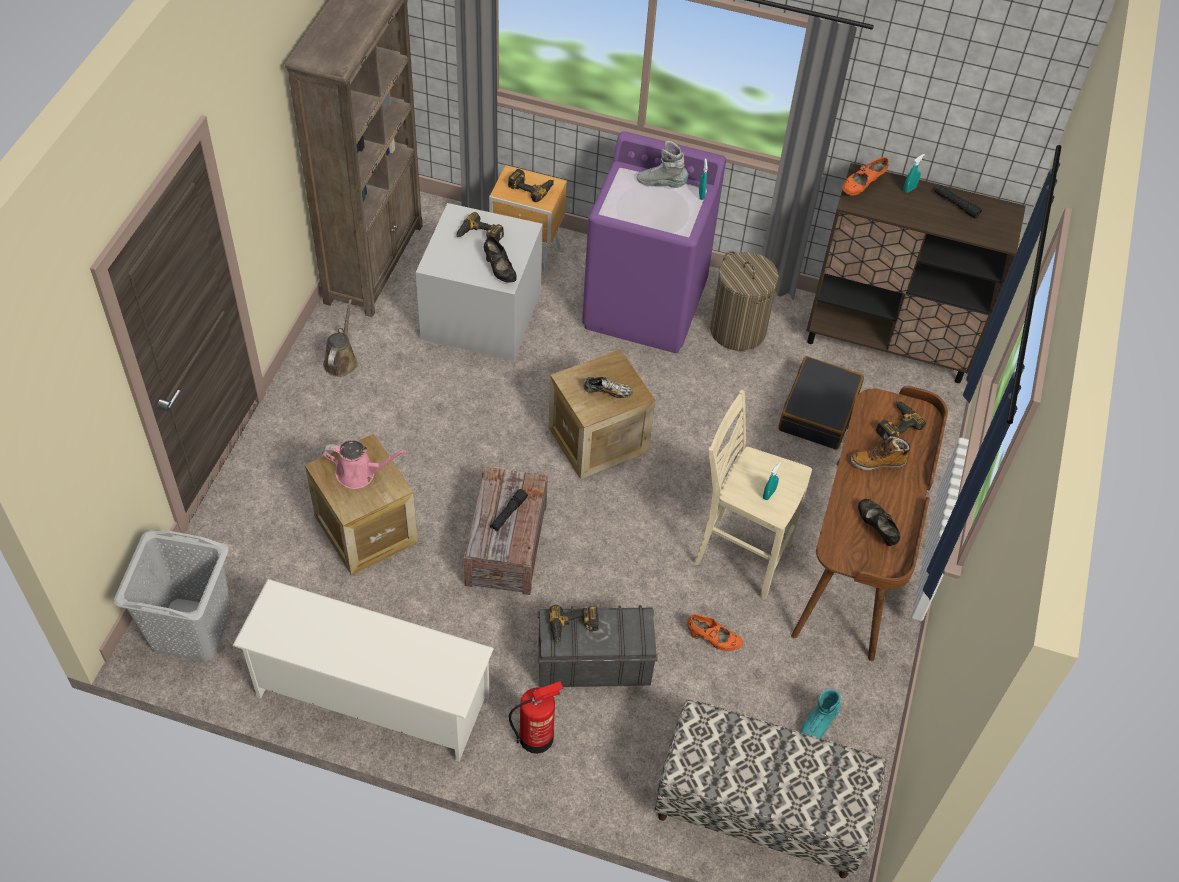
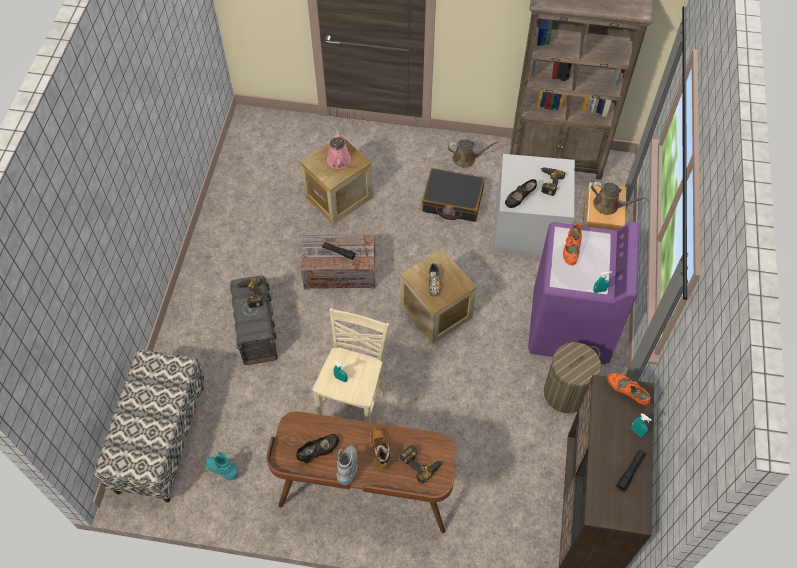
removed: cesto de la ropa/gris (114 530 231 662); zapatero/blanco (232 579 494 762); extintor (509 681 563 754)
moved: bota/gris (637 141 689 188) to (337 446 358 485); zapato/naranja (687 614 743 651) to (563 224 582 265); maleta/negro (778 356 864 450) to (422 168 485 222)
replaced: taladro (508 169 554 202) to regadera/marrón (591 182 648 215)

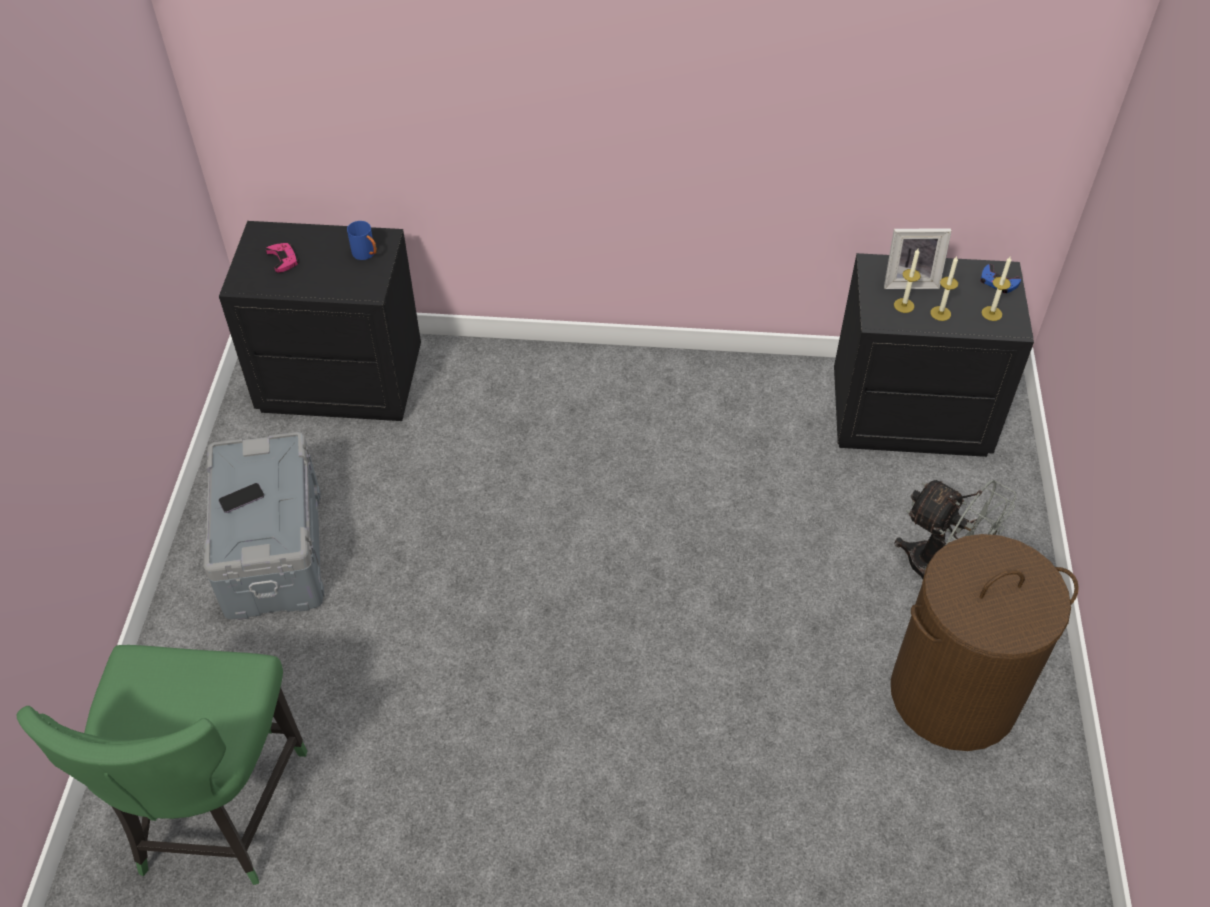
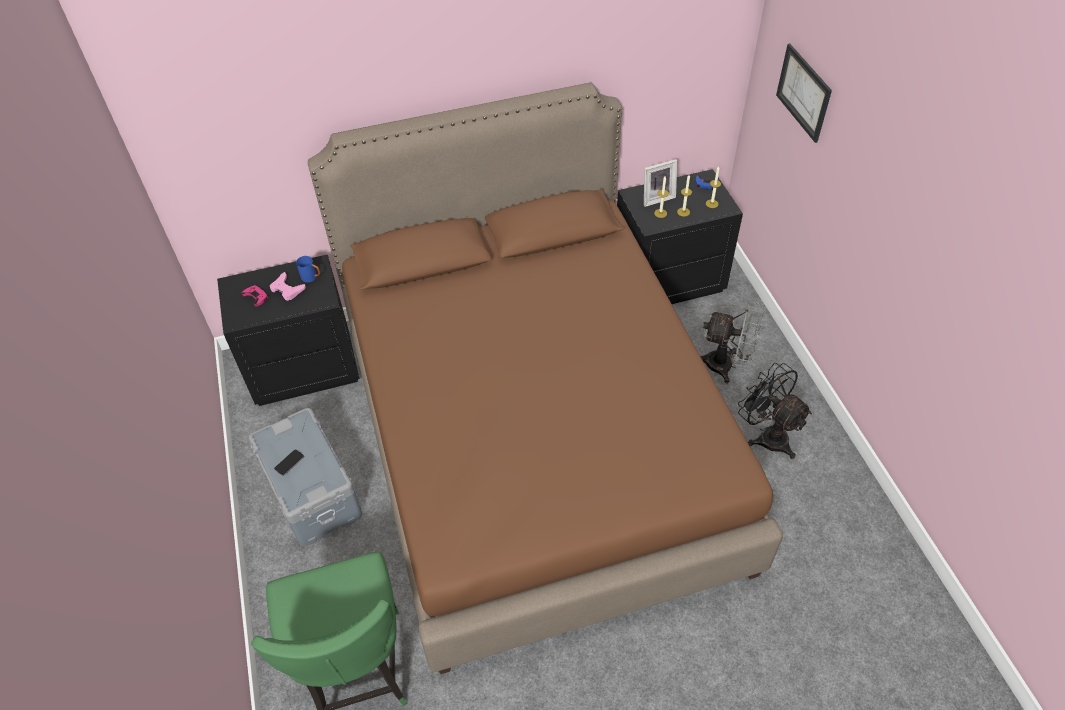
added: mando de consola/rosa (270 272 306 301); cama/marrón (308 83 783 674); cuadro (776 44 832 143)
replaced: cesto de la ropa/marrón (891 534 1079 751) to ventilador/negro (738 363 812 459)

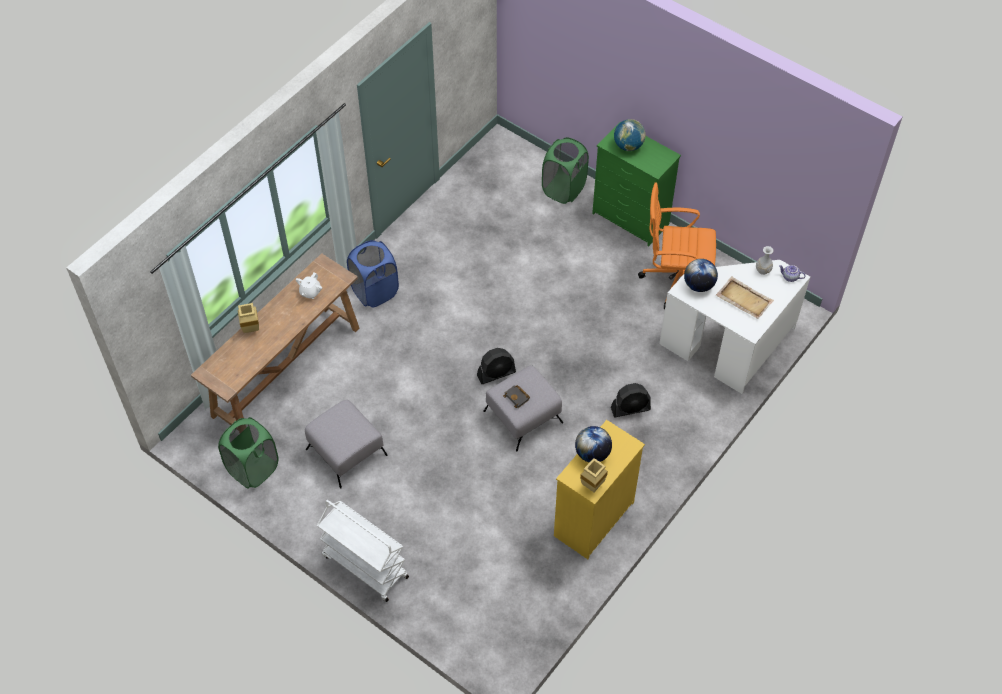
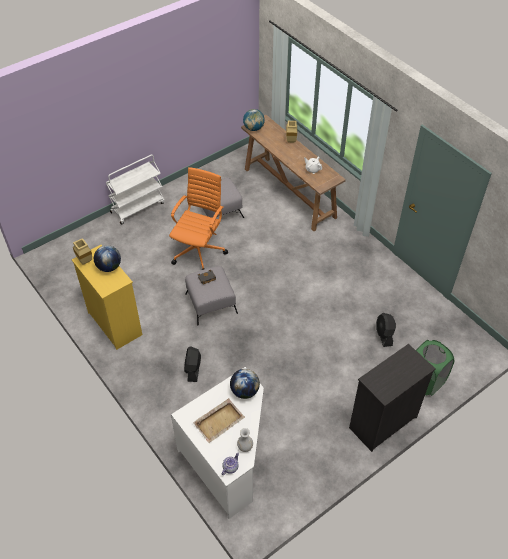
removed: cesto de la ropa/verde (218 417 279 489); cesto de la ropa/azul (347 240 399 307)
moved: ventilador/negro (477 348 516 384) to (376 313 396 347); globo terráqueo (614 119 646 151) to (243 109 265 131); silla de oficina/naranja (638 183 716 309) to (169 167 228 270)
recoloured: cómoda/verde (592 122 681 247) to cómoda/negro (349 344 435 452)

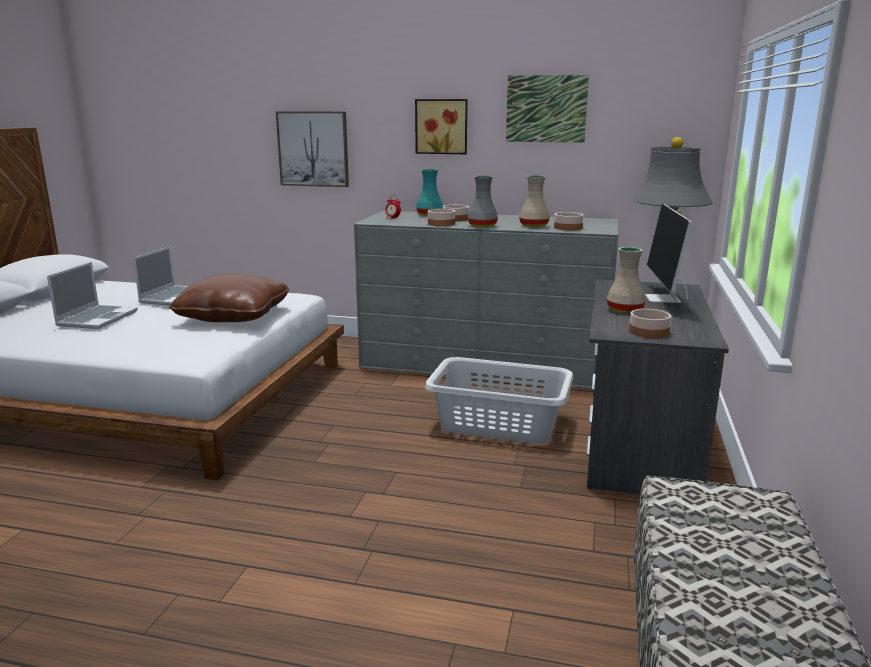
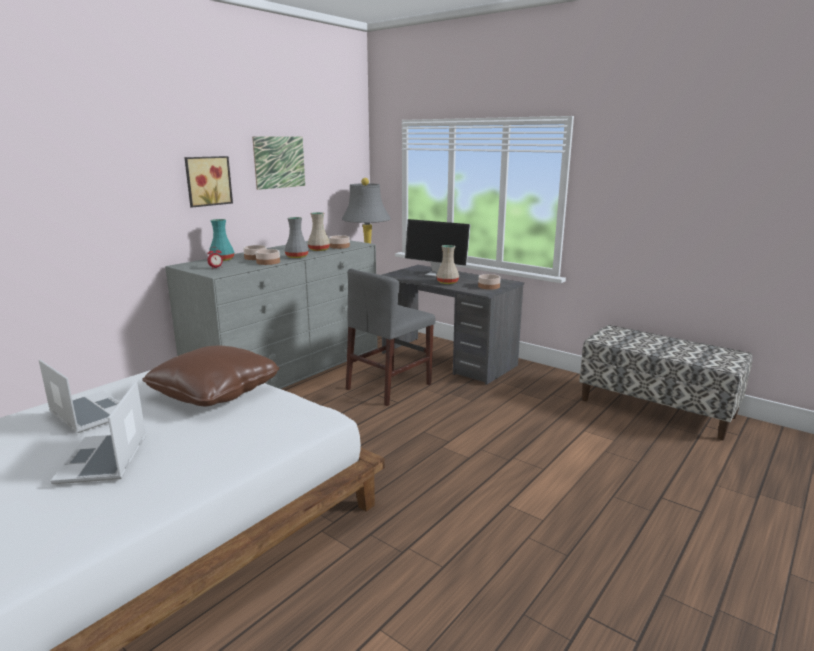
removed: cuadro (276 111 349 187)
replaced: cesto de la ropa/gris (425 357 573 444) to silla/gris (346 268 436 406)
turned: portátil (47 262 138 329) = (50 381 146 484) 135 degrees counterclockwise

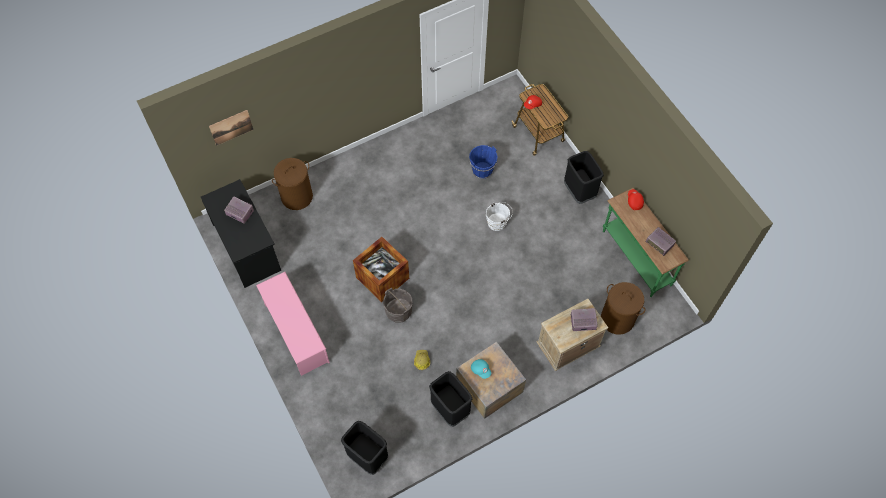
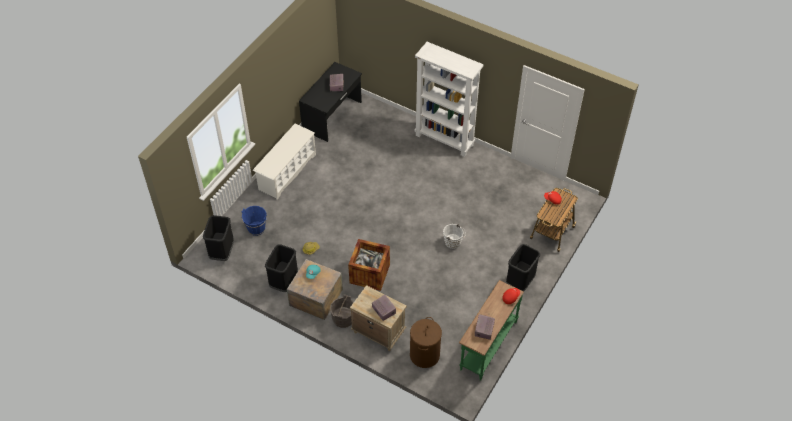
removed: cuadro (209 110 254 146); cesto de la ropa/marrón (272 158 313 210)
added: estantería/blanco (414 42 483 157)
moved: caja de embalaje (353 237 409 302) to (348 239 390 291); cubo/gris (383 288 413 323) to (330 295 354 328); cubo/azul (469 145 497 179) to (242 206 267 236)
recoloured: zapatero/rosa (256 272 330 376) to zapatero/blanco (253 124 316 200)

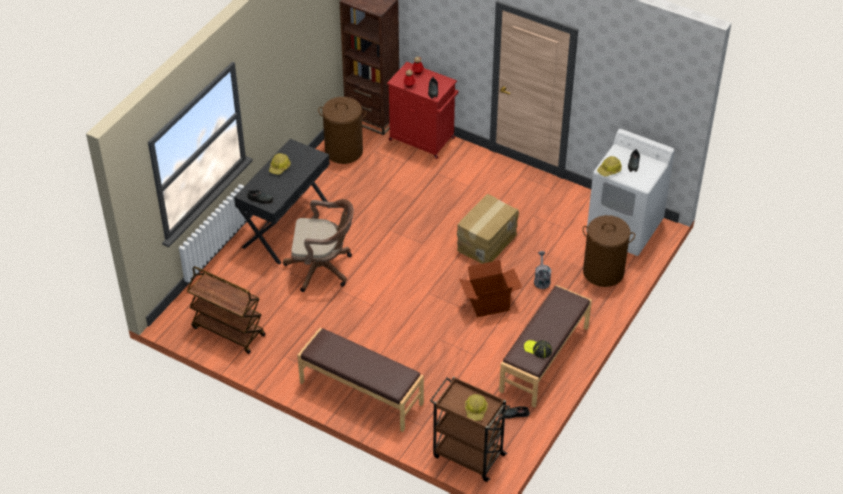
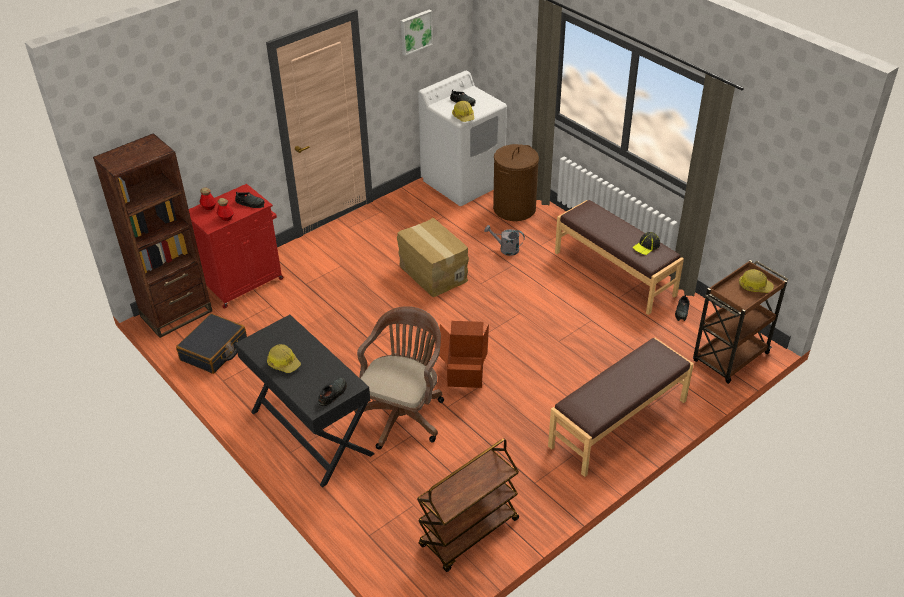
added: cuadro (401 10 433 56)
moved: caja de cartón (459 260 522 317) to (439 321 489 388)
replaced: cesto de la ropa/marrón (318 97 366 164) to maleta/negro (176 313 247 374)

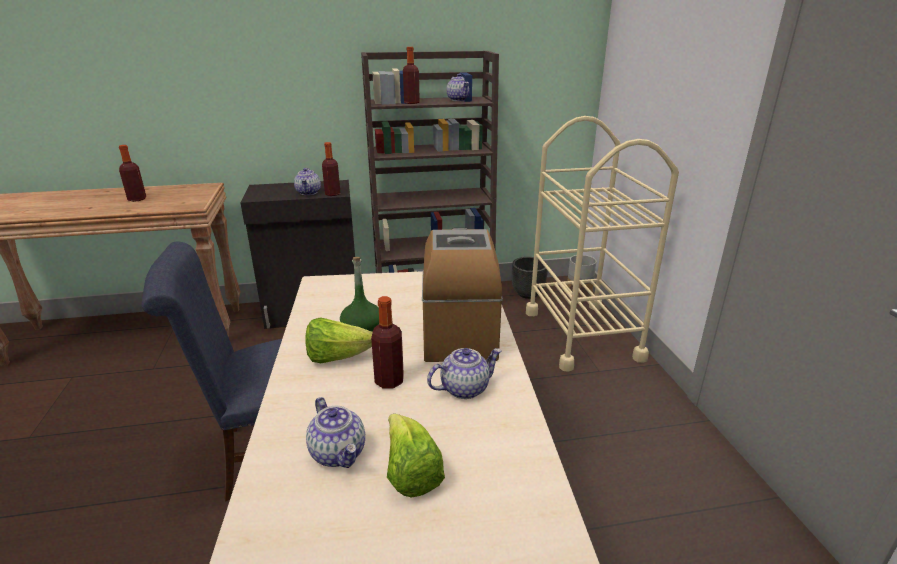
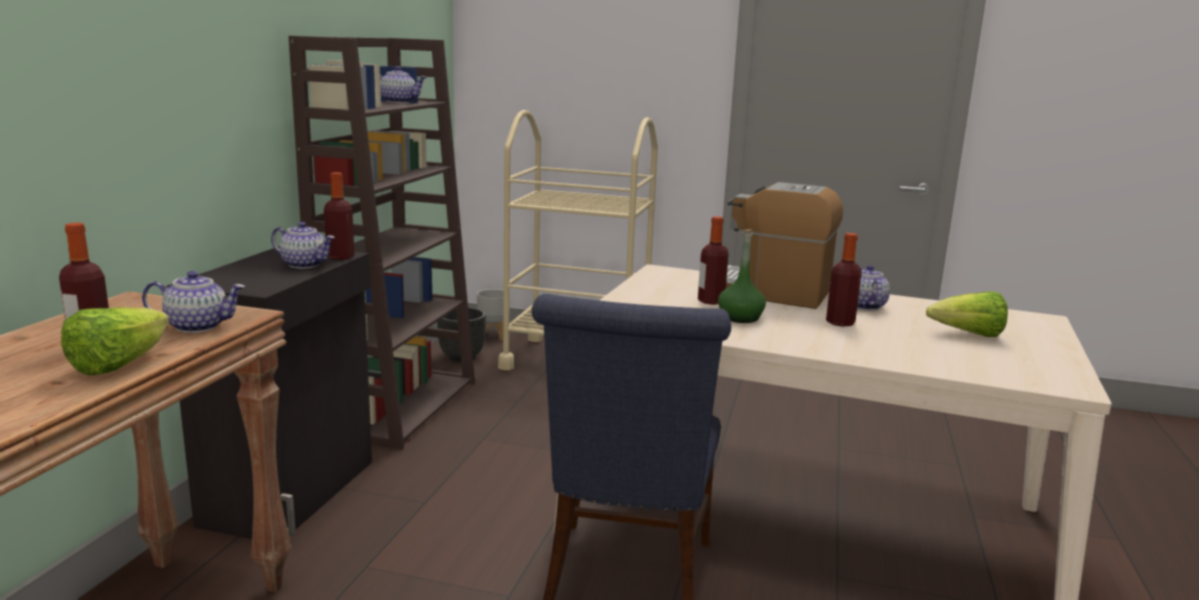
moved: lechuga (305 317 373 363) to (61 307 169 375); tetera (306 397 365 468) to (142 271 245 333); botella (403 47 420 104) to (698 216 729 305)

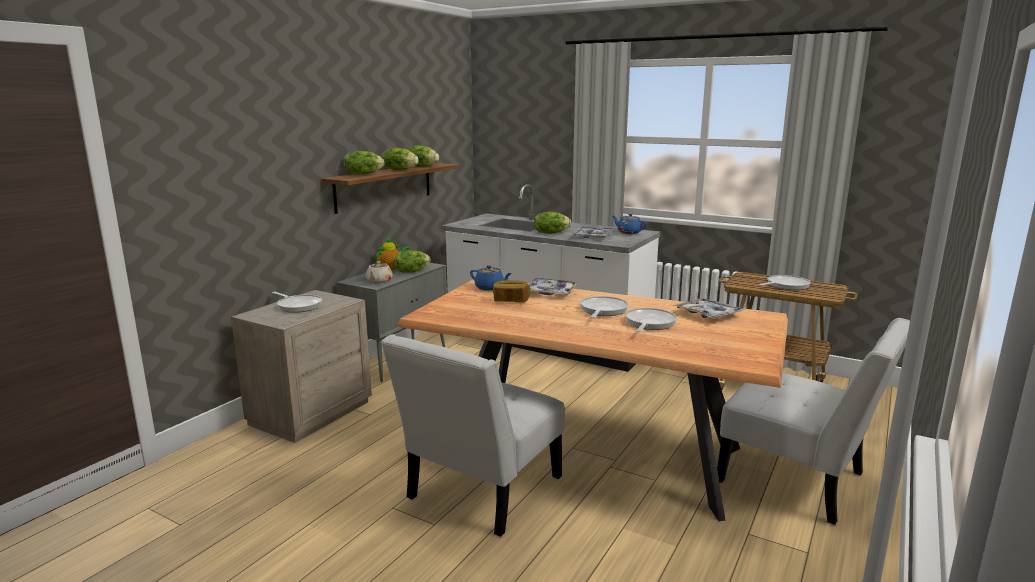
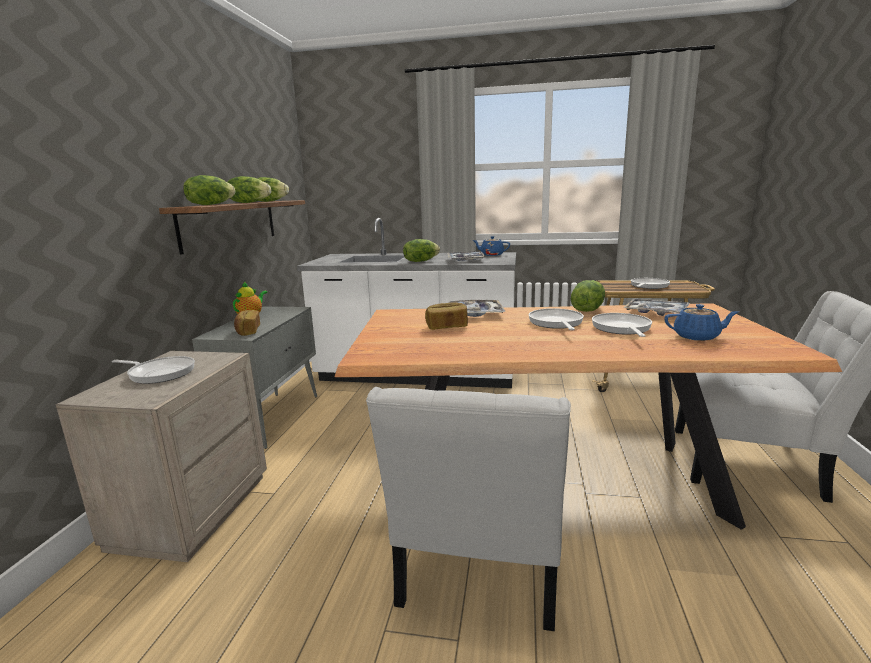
moved: lechuga (394 250 430 273) to (571 280 605 312); tetera/azul (470 265 512 291) to (664 304 739 341)
replaced: tetera/beis (366 261 393 283) to pan (234 310 260 336)

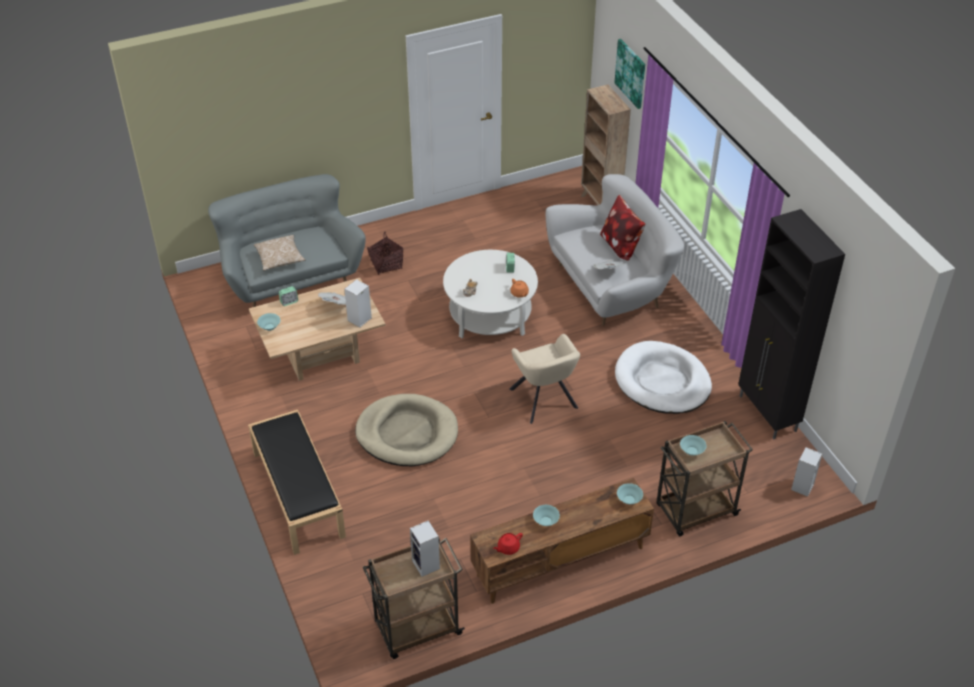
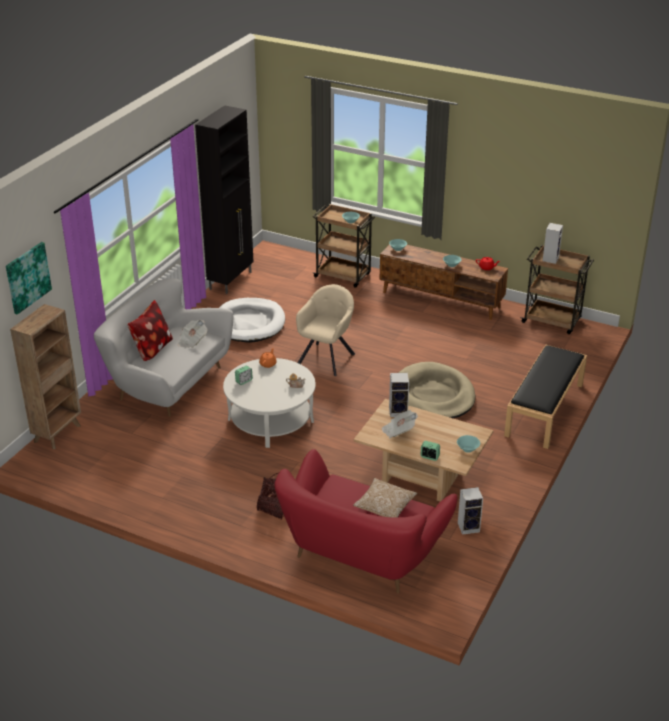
moved: altavoz (791 447 822 497) to (458 487 483 535)
recoloured: sofá/gris (208 174 366 307) to sofá/rojo (274 449 457 594)

